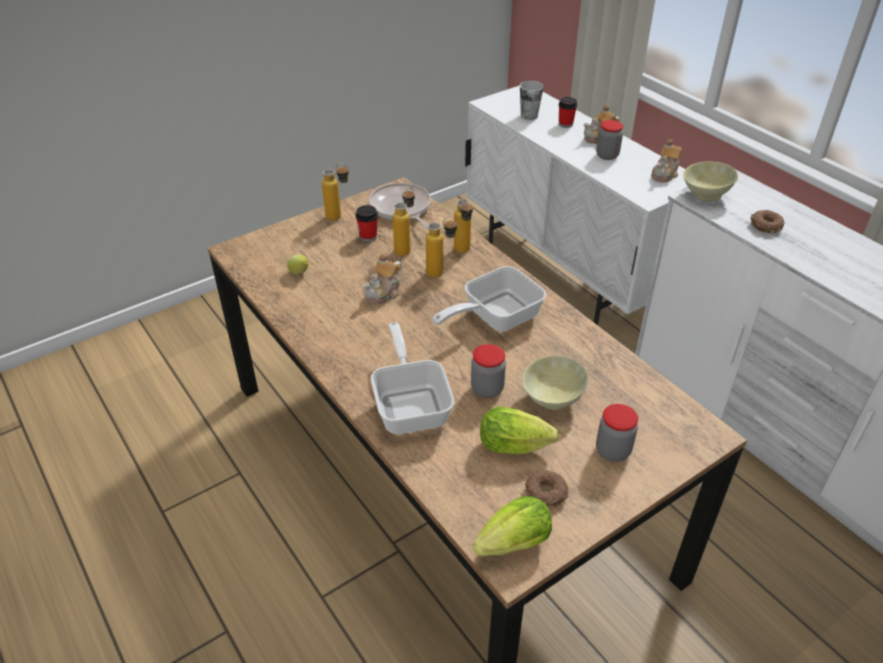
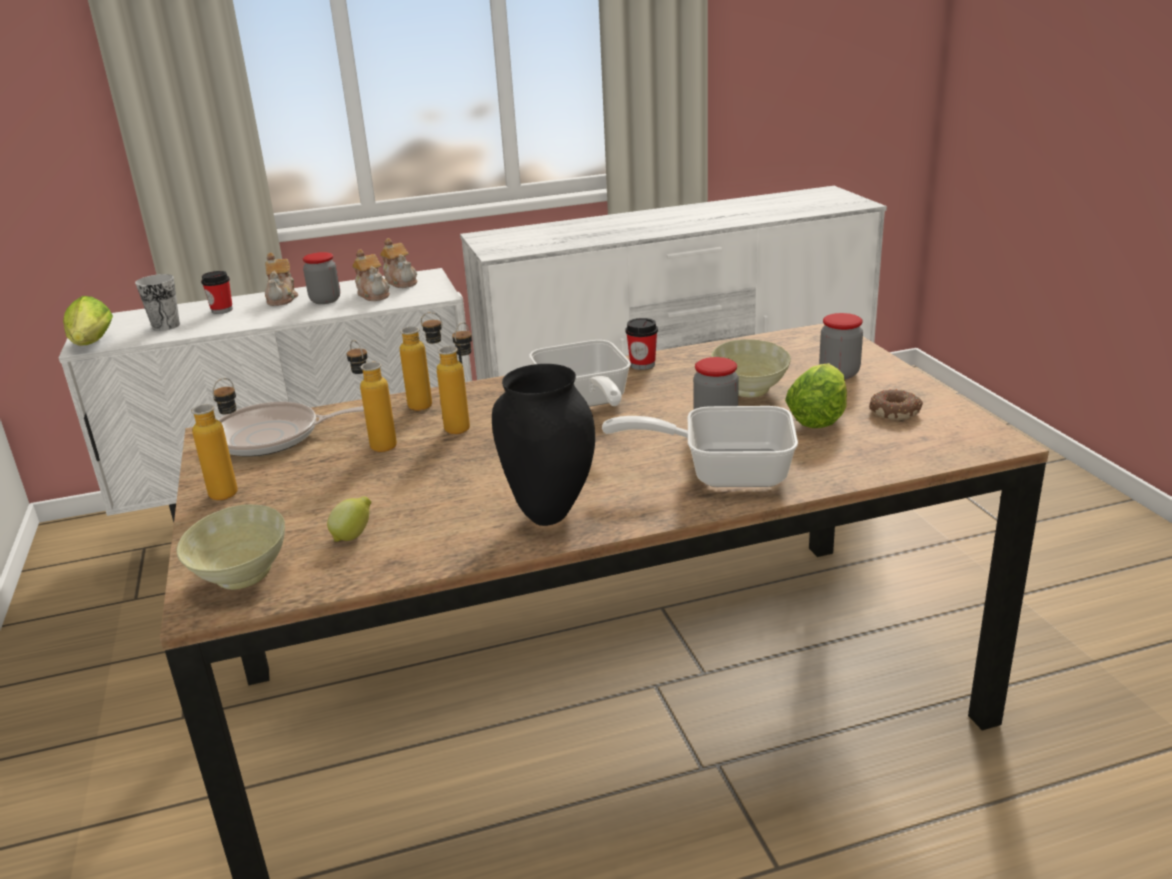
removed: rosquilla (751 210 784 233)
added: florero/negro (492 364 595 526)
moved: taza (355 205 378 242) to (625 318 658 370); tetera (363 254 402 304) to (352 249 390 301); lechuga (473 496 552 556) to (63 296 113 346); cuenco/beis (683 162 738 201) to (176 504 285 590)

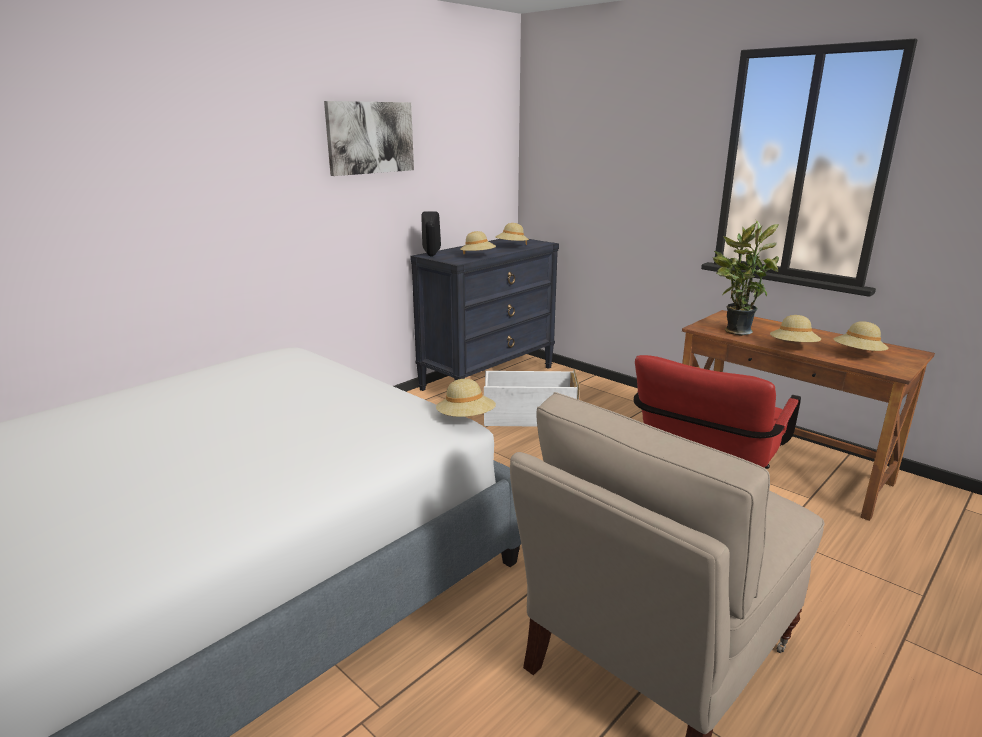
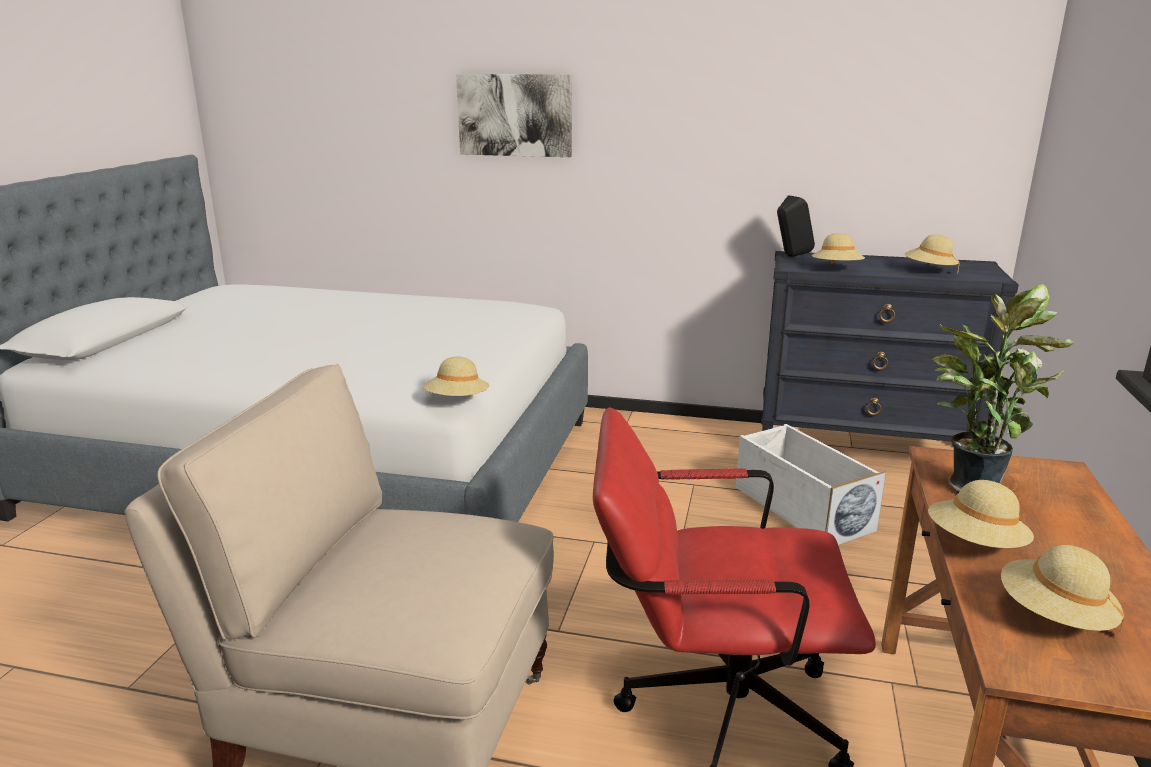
moved: cuadro (324 101 414 176) to (456 74 572 157)

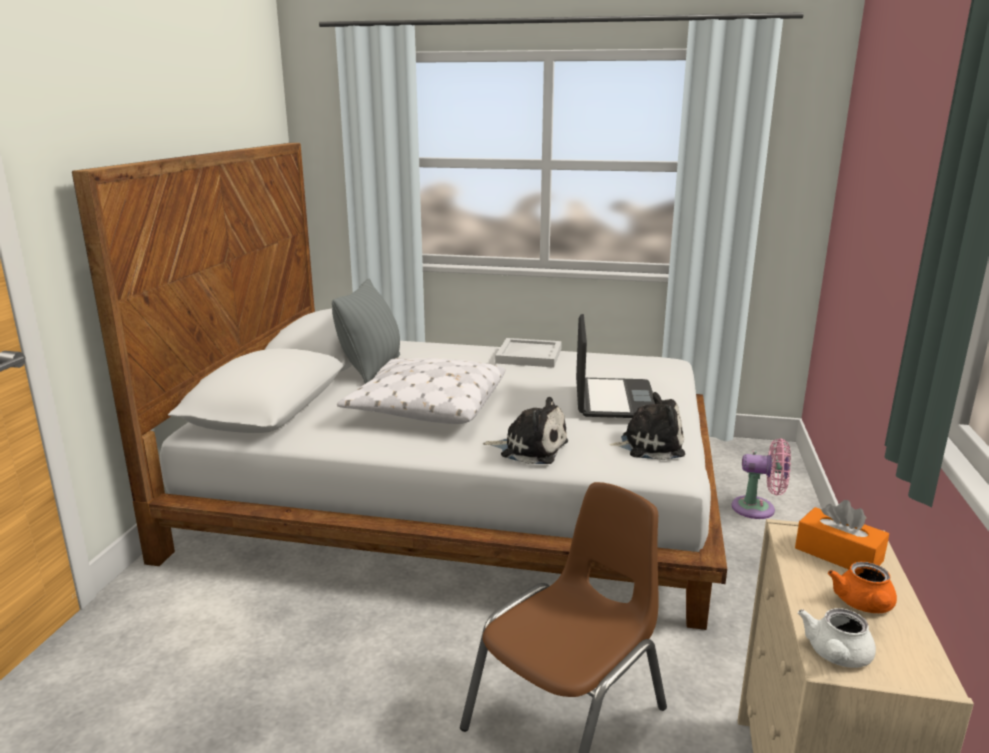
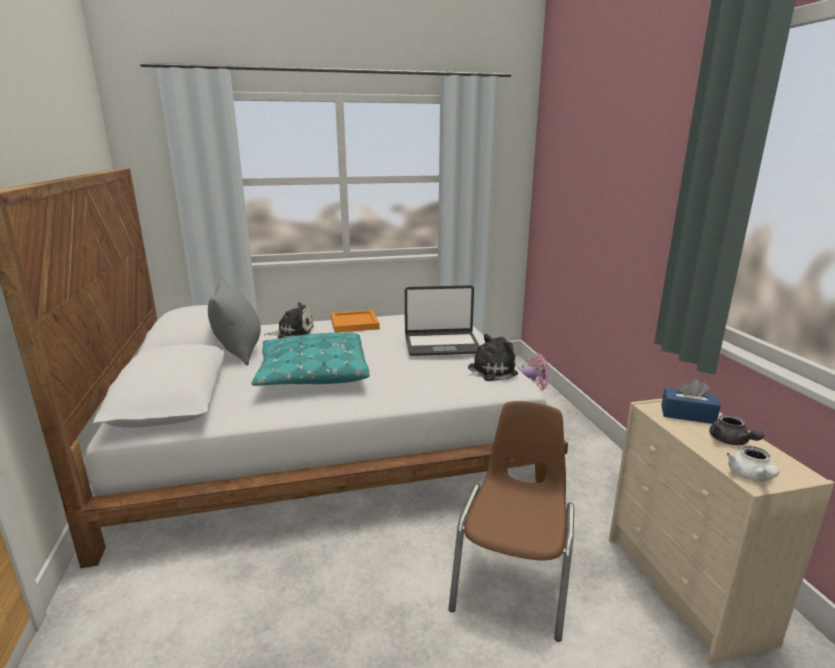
moved: peluche (482 397 568 464) to (264 302 314 338)
recoloured: cojín/blanco (337 358 506 424) to cojín/turquesa (251 333 370 386); bandeja/blanco (495 338 562 367) to bandeja/naranja (331 310 380 333); caja de pañuelos/naranja (795 500 889 569) to caja de pañuelos/azul (661 379 721 424); tetera/naranja (828 562 897 613) to tetera/gris (709 414 764 445)
turned: portátil (576 314 655 418) = (405 285 480 356) 105 degrees clockwise

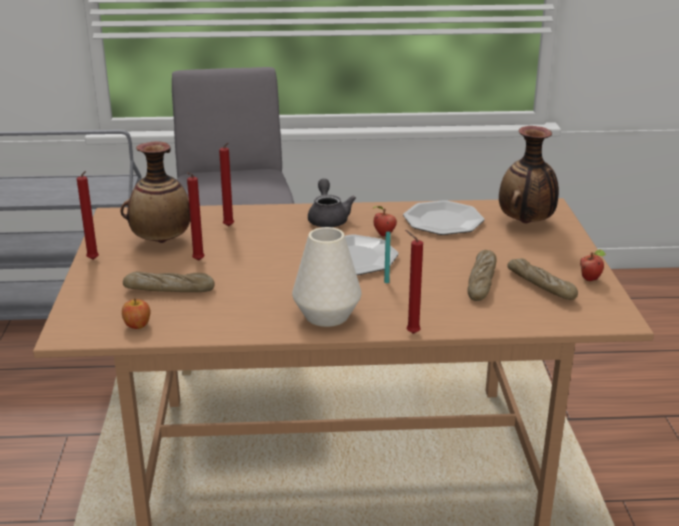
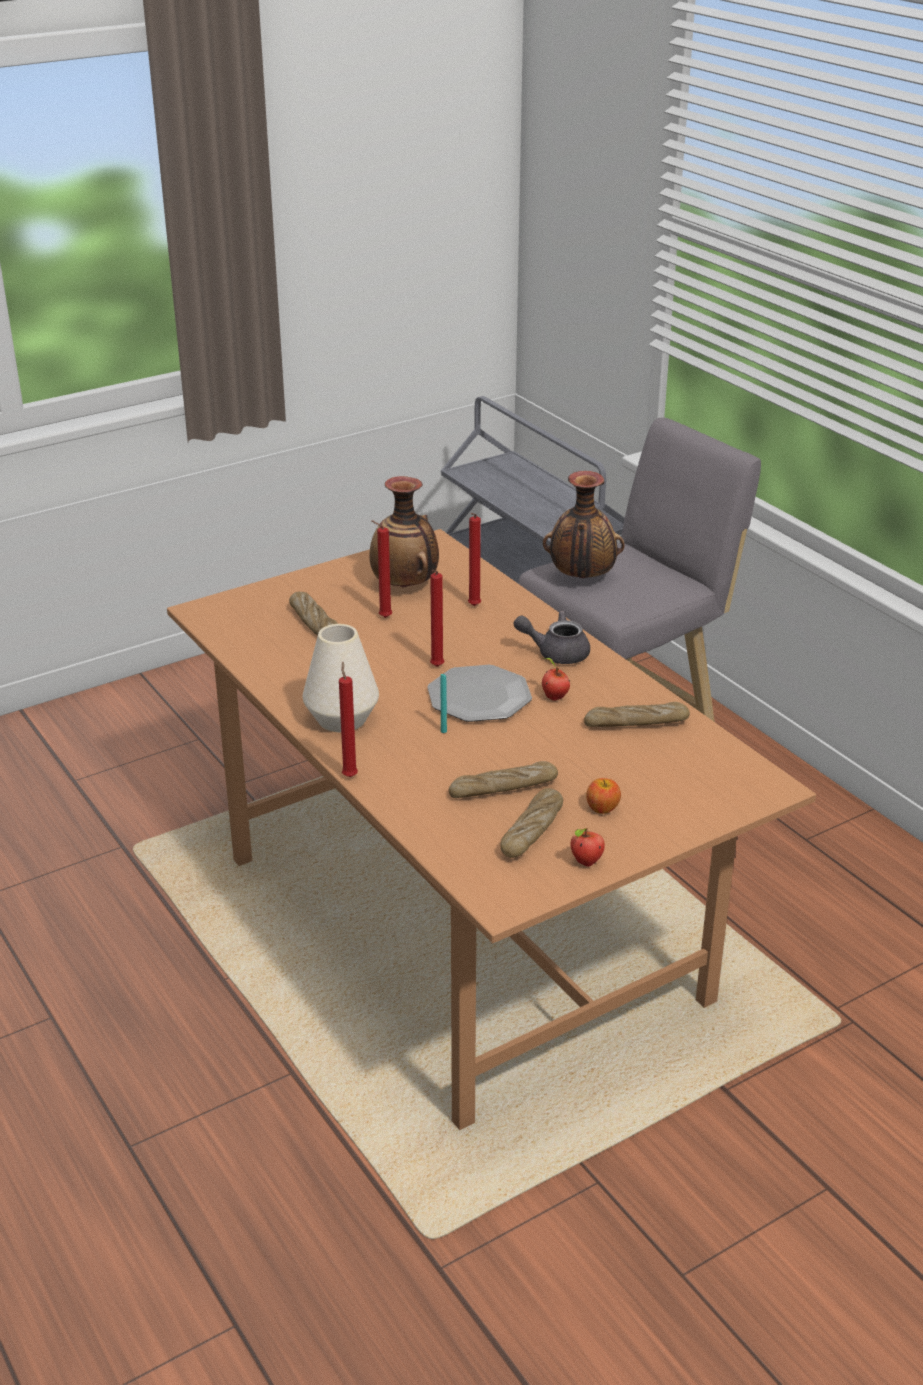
moved: vela/rojo (77 171 99 260) to (430 570 444 667); manzana (122 299 150 329) to (586 778 621 814); florero (499 126 559 223) to (543 471 624 578)
replaced: plato (403 200 484 235) to pan (584 702 690 727)
turned: tetera/gris (308 179 356 227) = (514 611 590 664) 135 degrees counterclockwise

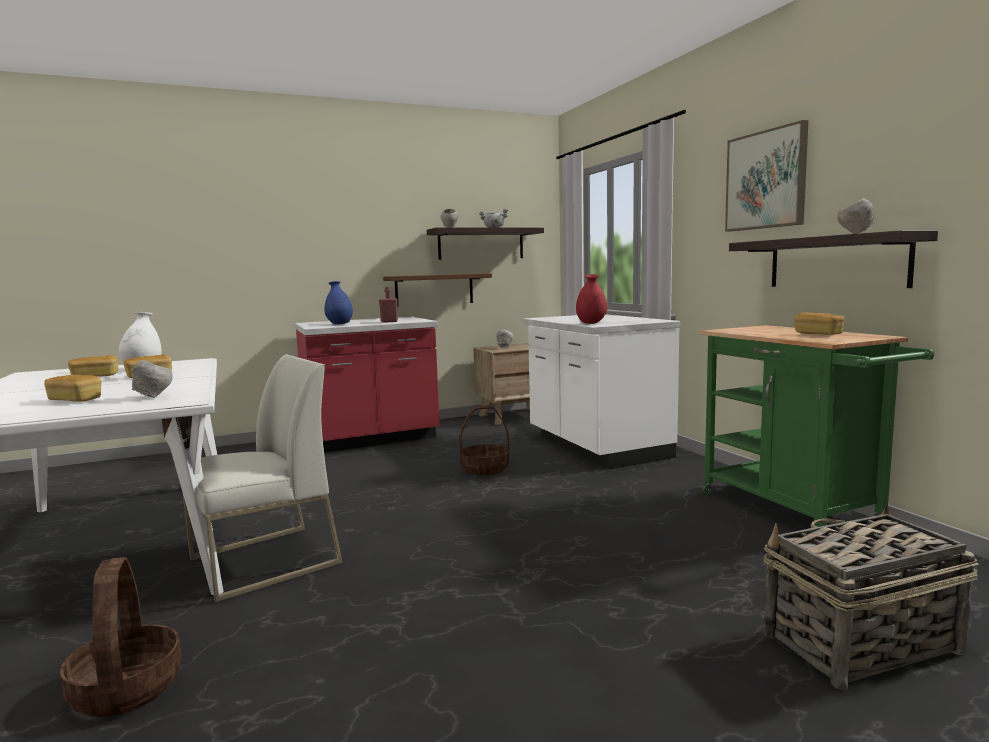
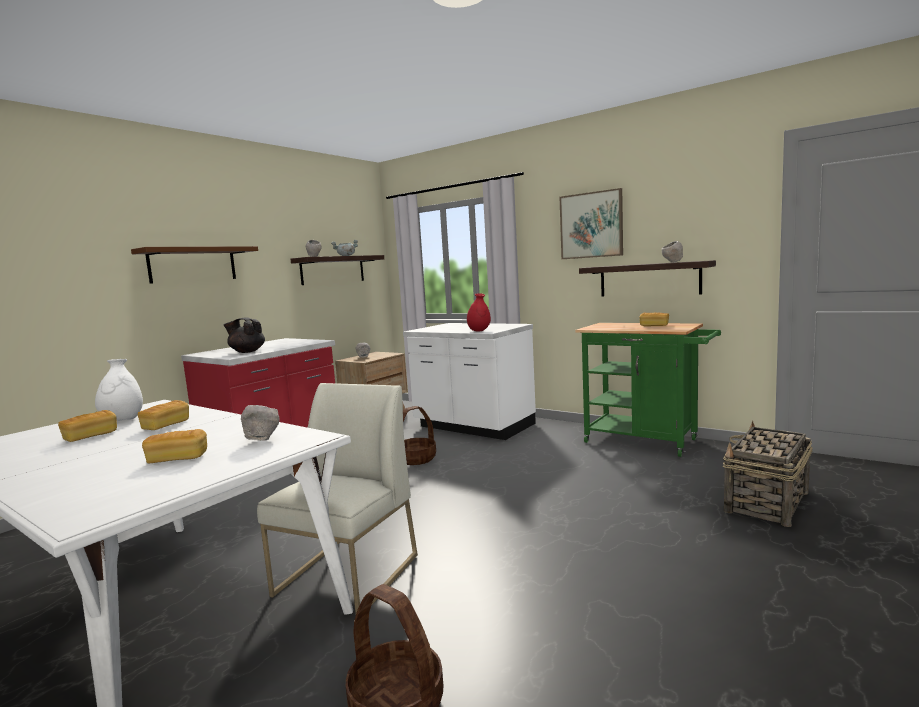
removed: botella/rojo (379 287 398 323)
moved: estante/marrón (383 273 492 307) to (131 246 258 284)
replaced: florero/azul (324 281 353 324) to tetera/negro (223 317 265 353)

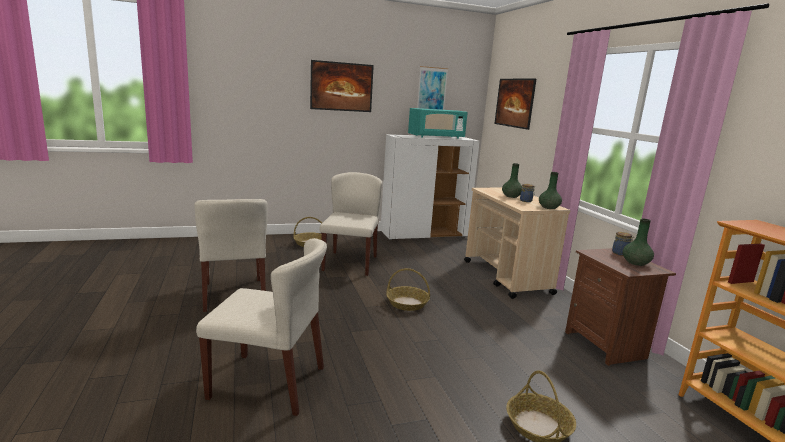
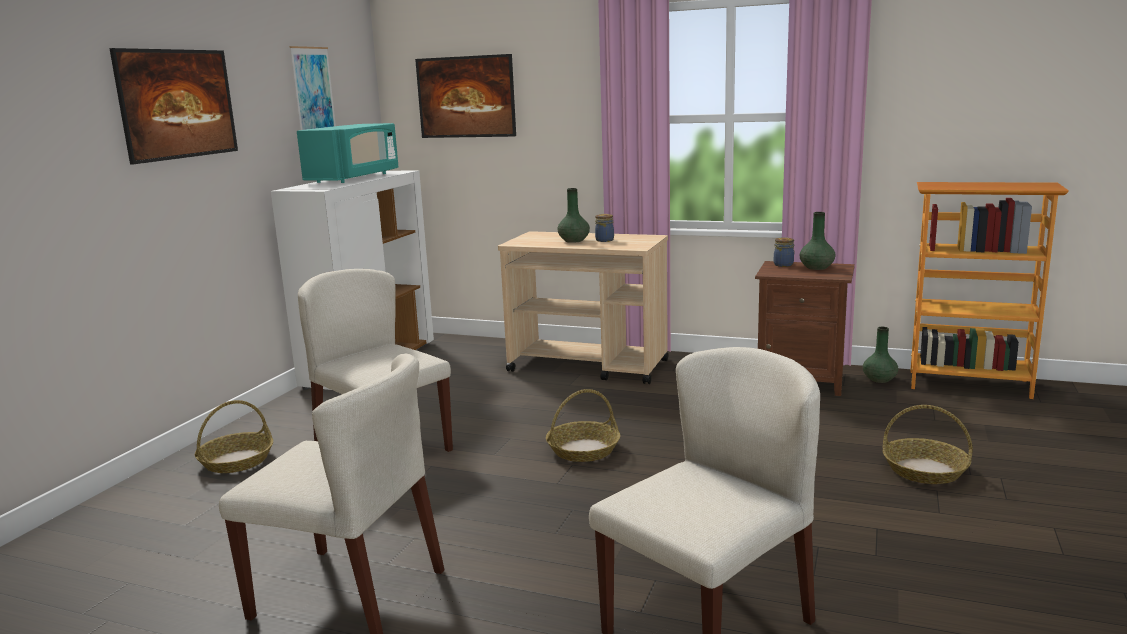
moved: florero/verde (539 172 562 209) to (863 327 898 383)

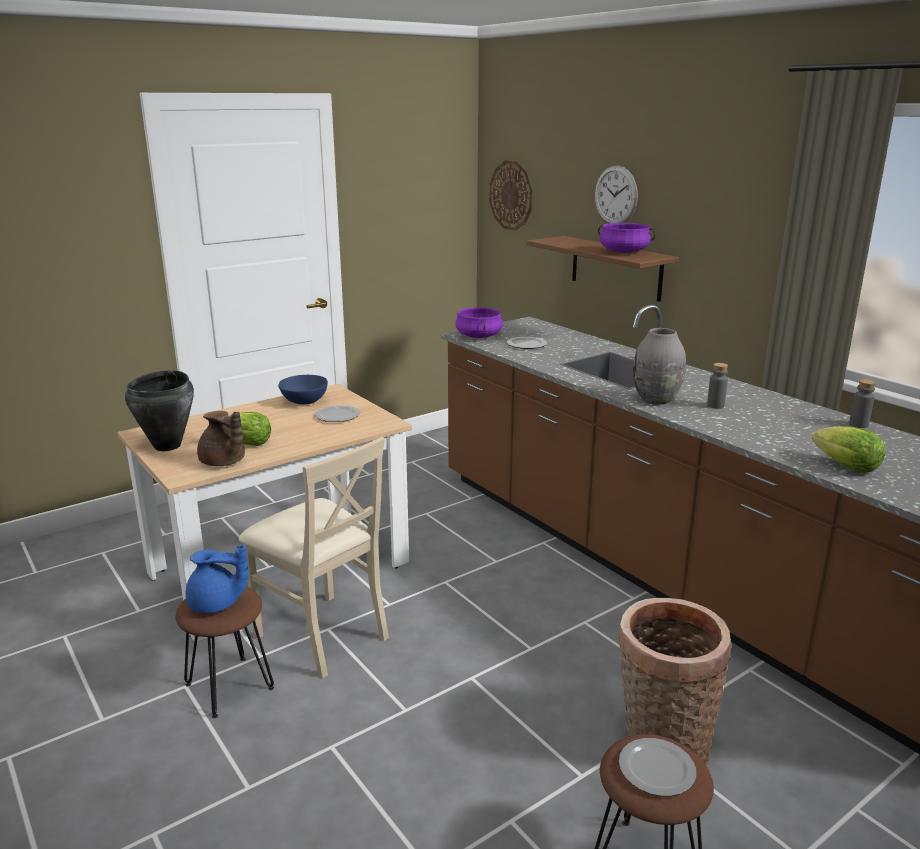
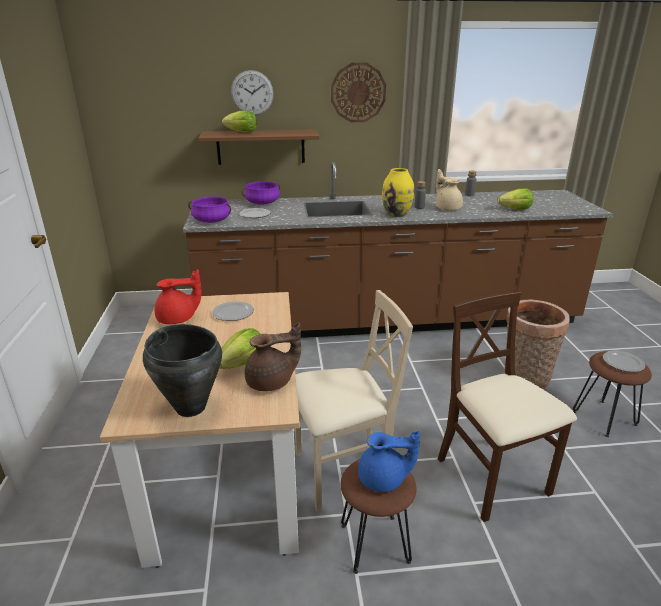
added: lechuga (222 110 257 133); tetera/beis (436 169 463 211); silla/beis (438 291 577 522)
moved: reloj de pared (489 160 533 230) to (331 63 386 122); olla/morado (598 223 656 253) to (242 181 280 205)
replaced: cuenco/azul (278 375 328 405) to tetera/rojo (154 269 201 324)
recoloured: florero/gris (633 328 686 405) to florero/amarillo (382 168 414 217)
turned: tetera/azul (186 544 249 613) = (358 431 420 492) 60 degrees clockwise

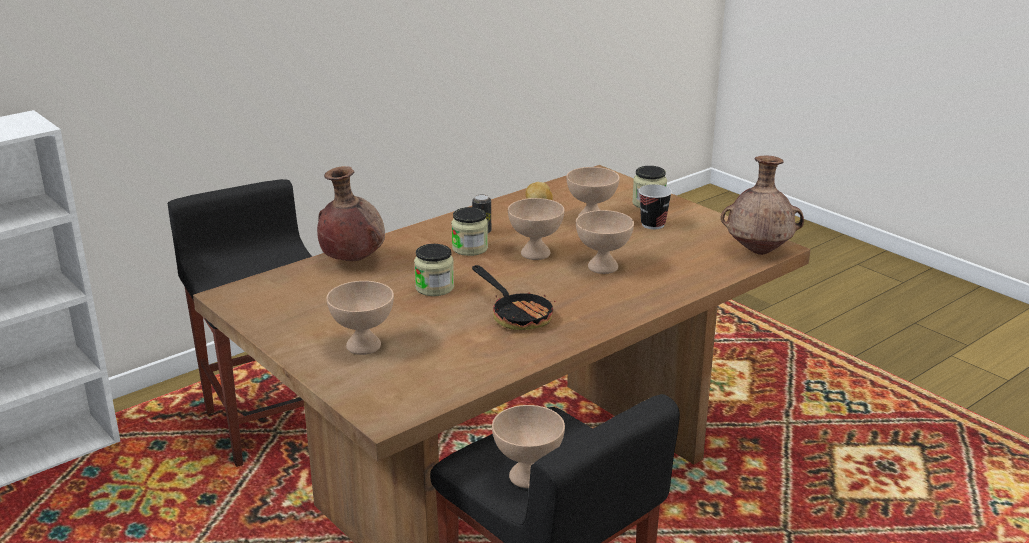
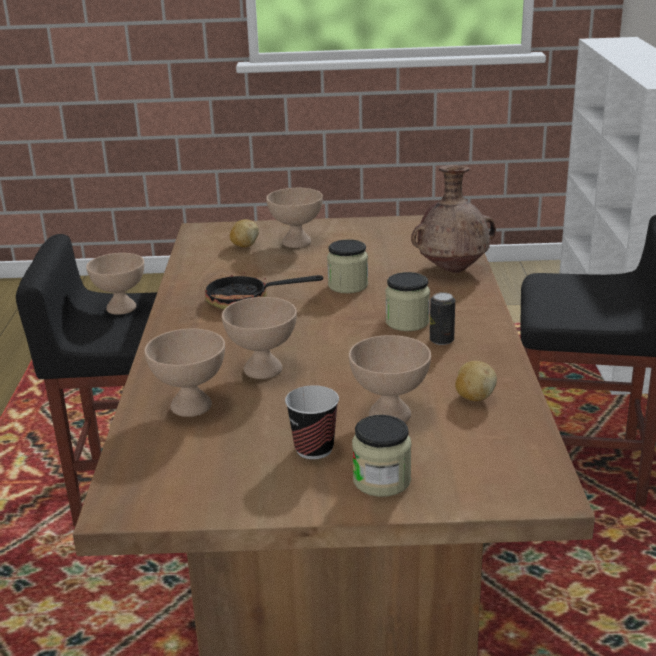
removed: florero/marrón (721 156 804 255)
added: patata (230 219 259 247)
moved: cuenco/beis (508 198 565 260) to (145 329 225 417)

